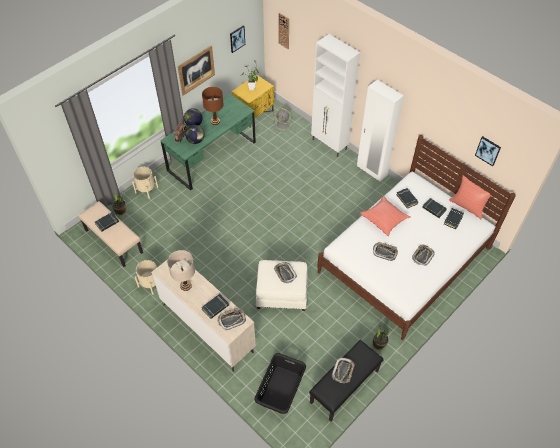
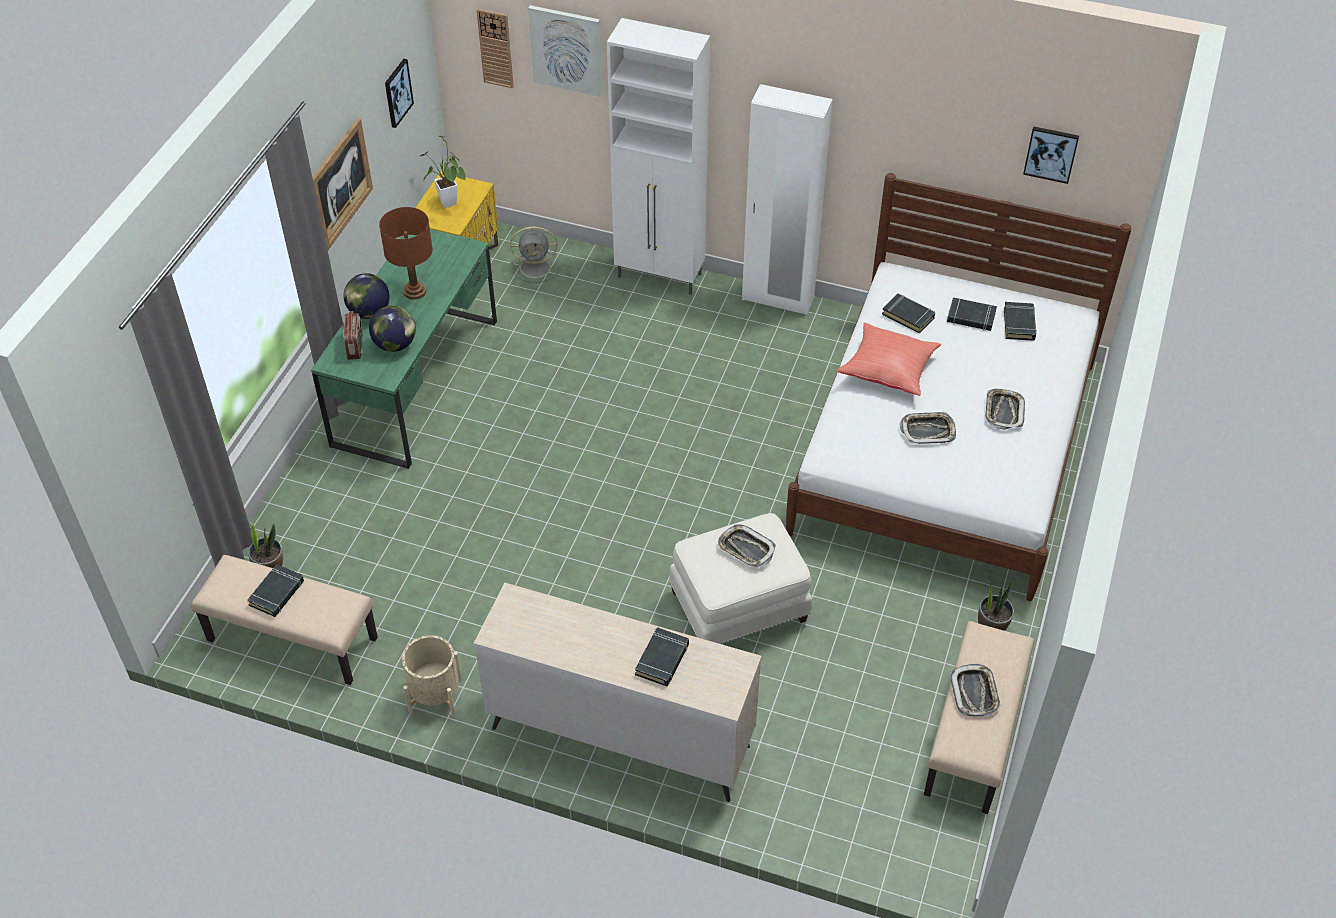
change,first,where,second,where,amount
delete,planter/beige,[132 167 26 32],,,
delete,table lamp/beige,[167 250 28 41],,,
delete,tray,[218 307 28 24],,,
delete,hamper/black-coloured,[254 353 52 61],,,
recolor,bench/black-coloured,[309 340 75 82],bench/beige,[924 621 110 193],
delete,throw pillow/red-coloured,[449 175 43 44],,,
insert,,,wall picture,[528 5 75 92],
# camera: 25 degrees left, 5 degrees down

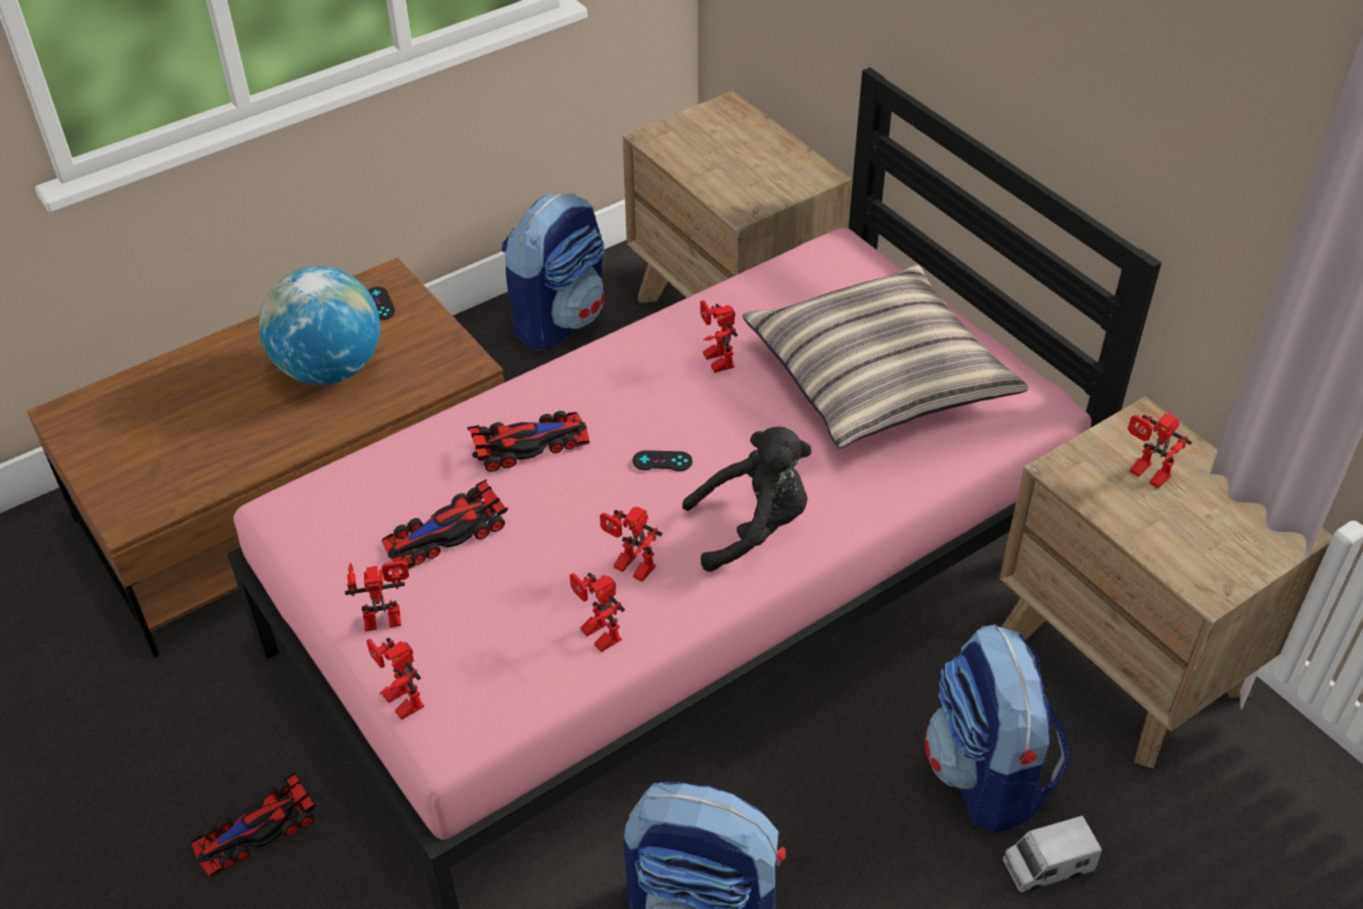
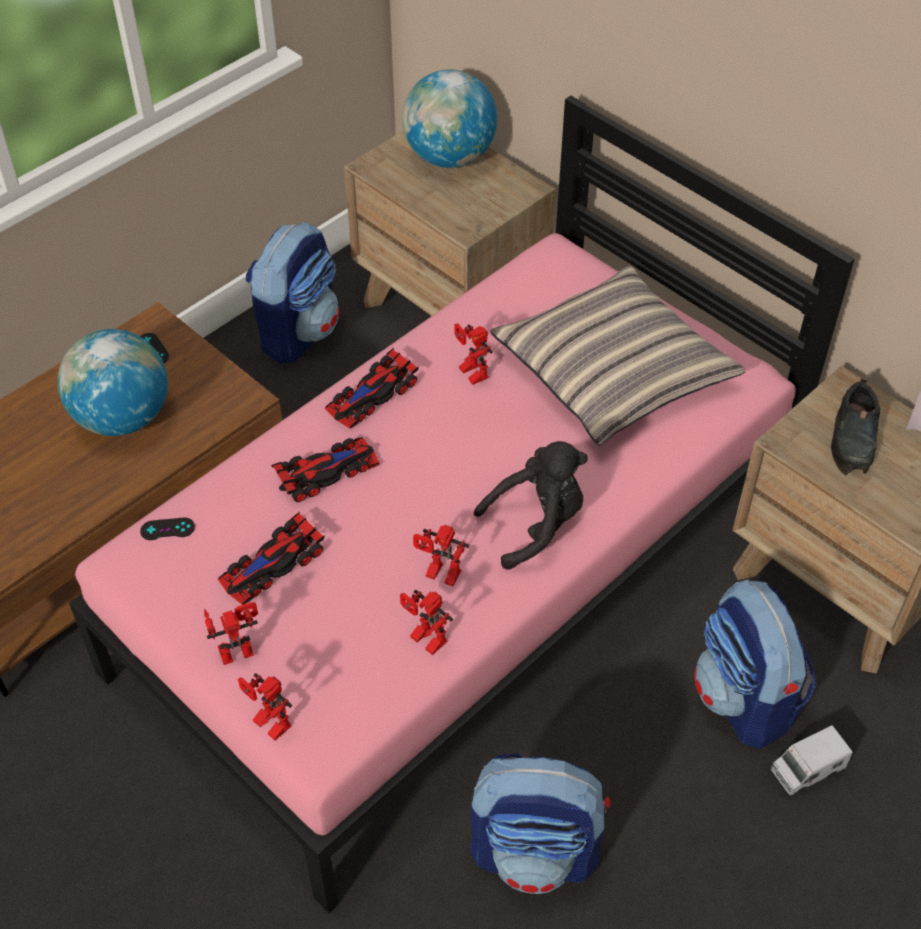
change,first,where,second,where,amount
move,miniature car,[192 772 124 105],,[325 348 94 81],
move,gamepad/black-coloured,[633 450 60 21],,[140 518 55 22],
replace,model robot,[1128 413 64 76],shoe/black-coloured,[831 378 50 97],
insert,,,world globe,[402 69 95 99],
# camera: 10 degrees left, 5 degrees up

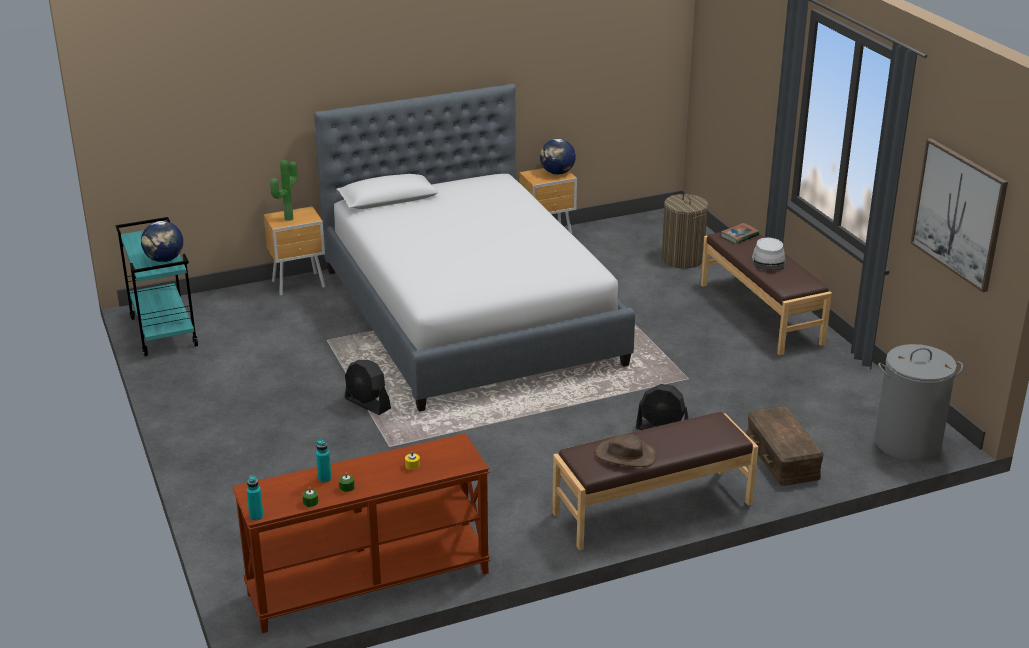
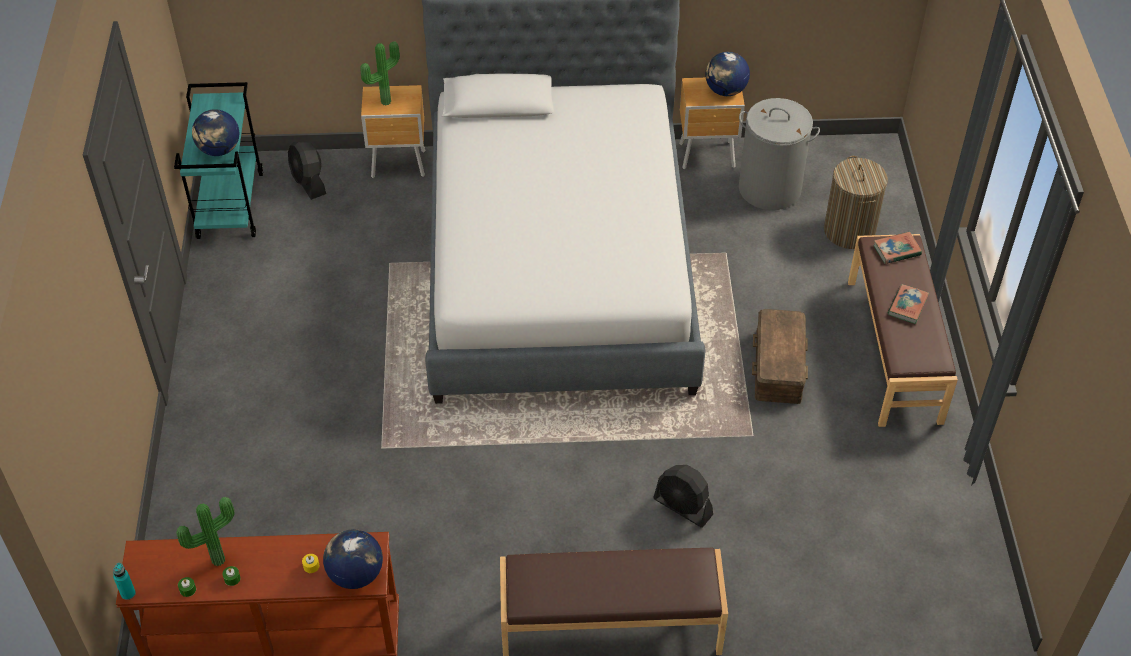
change,first,where,second,where,amount
replace,bottle/blue-green,[316 439 16 44],plant in a pot,[176 497 58 69],
move,electric fan/black-coloured,[345 360 46 55],,[288 142 38 58],
delete,wearable hat/brown,[594 434 63 33],,,
move,storage container/brown,[746 406 78 80],,[752 309 56 95],
replace,wearable hat/gray,[752 237 33 33],volume,[888 284 41 40],
move,hamper/gray,[875 344 88 118],,[739 98 81 112],
delete,wall picture,[911 138 97 154],,,
insert,,,world globe,[323 529 60 60],
# camera: 20 degrees right, 20 degrees up

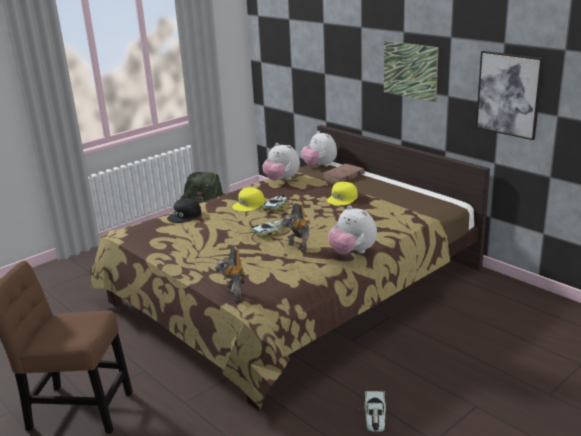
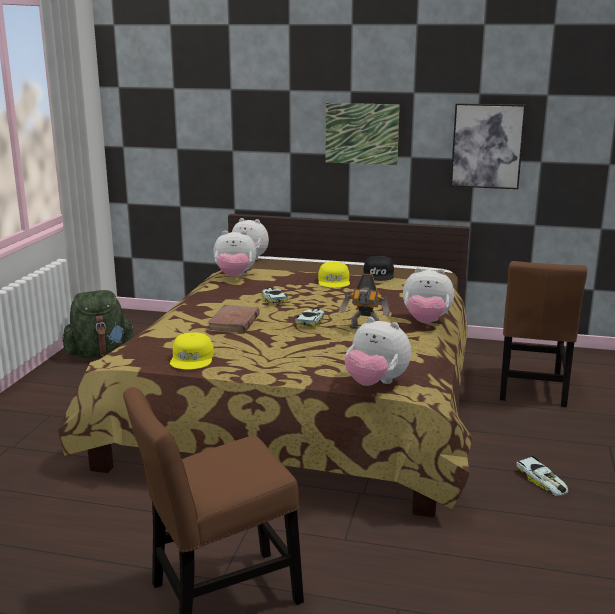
change,first,where,second,where,amount
move,peaked cap/black-coloured,[167 198 34 25],,[363 256 31 25],
replace,model robot,[215 247 30 55],soft toy,[345 317 66 69],
move,peaked cap/yellow-coloured,[232 187 33 25],,[170 332 44 37],
move,volume/brown,[322 163 43 20],,[207 305 53 29],
insert,,,upright chair/brown,[500 261 87 146],
# camera: 35 degrees left, 5 degrees down

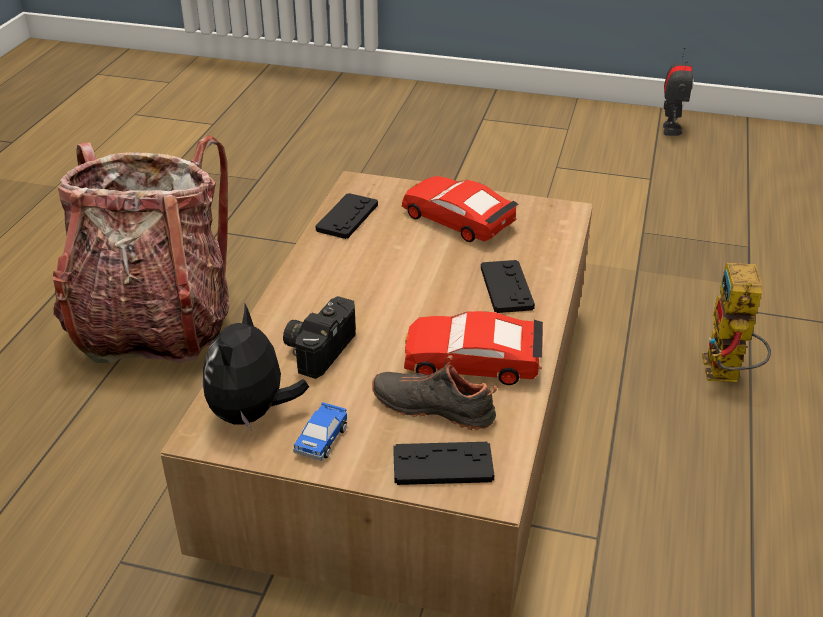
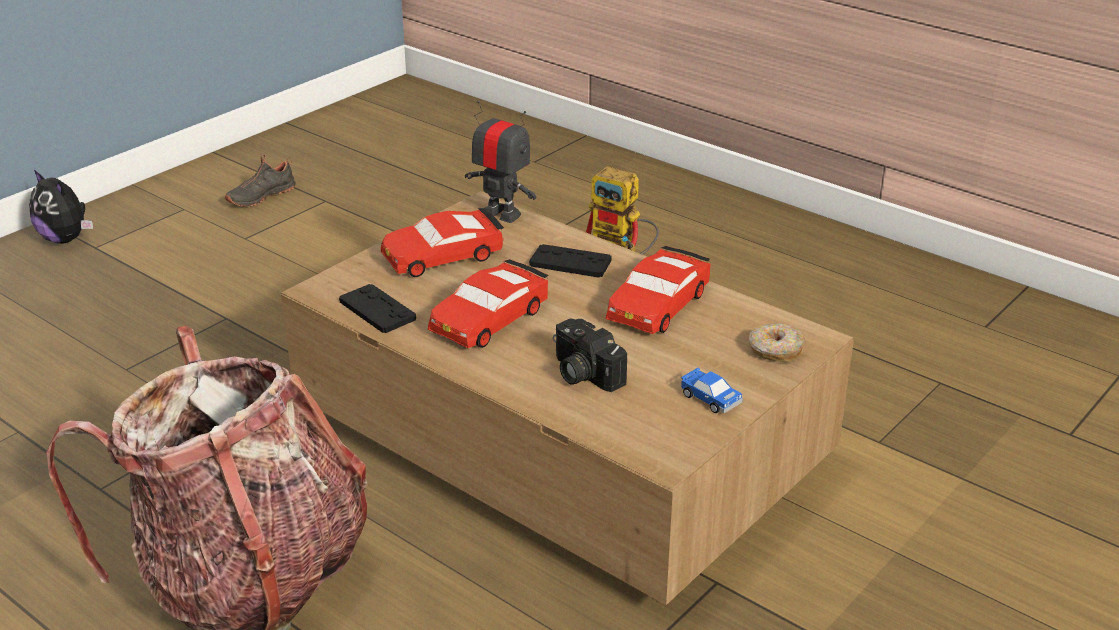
change,first,where,second,where,amount
move,soft toy,[203 304 106 127],,[29 170 64 74],
move,shoe/black-coloured,[372 355 125 75],,[225 154 71 53],
replace,gamepad/black-coloured,[393 442 101 43],doughnut,[749 323 57 39],
move,model robot,[663 47 31 89],,[465 100 72 123],
insert,,,miniature car/red-coloured,[428 259 120 89],
# camera: 65 degrees left, 5 degrees down

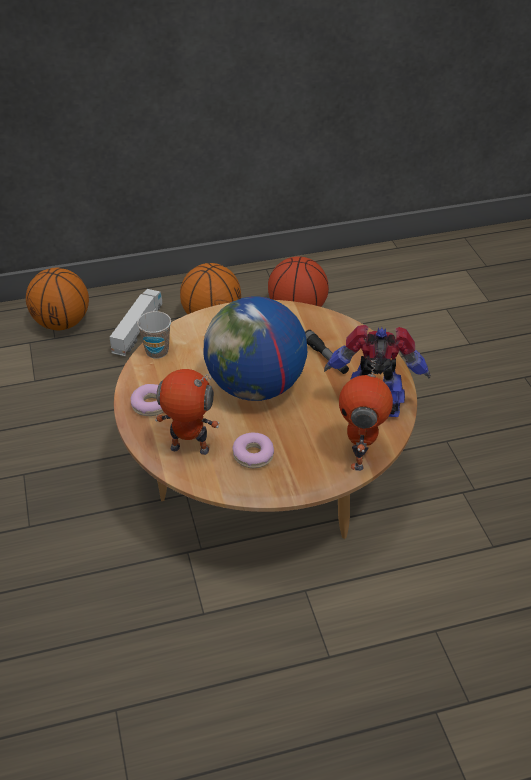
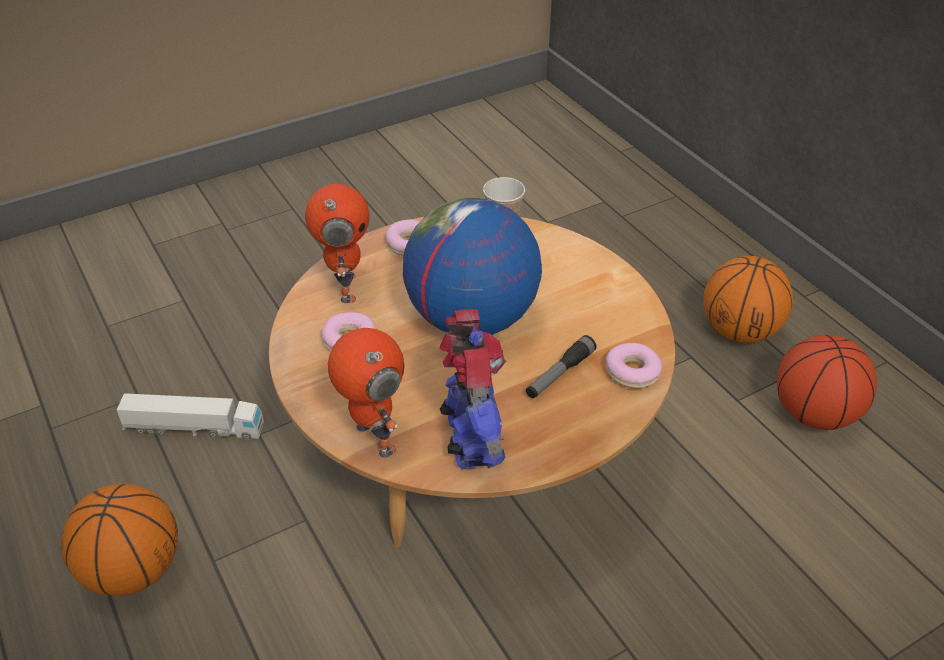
change,first,where,second,where,amount
move,basketball,[26 268 63 62],,[61 484 117 112],
move,model truck,[110 289 52 67],,[117 393 147 47],
rotate,model robot,[339 358 54 113],,[328 328 76 129],60 degrees clockwise
insert,,,doughnut,[606 343 56 45],
# camera: 75 degrees right, 0 degrees up

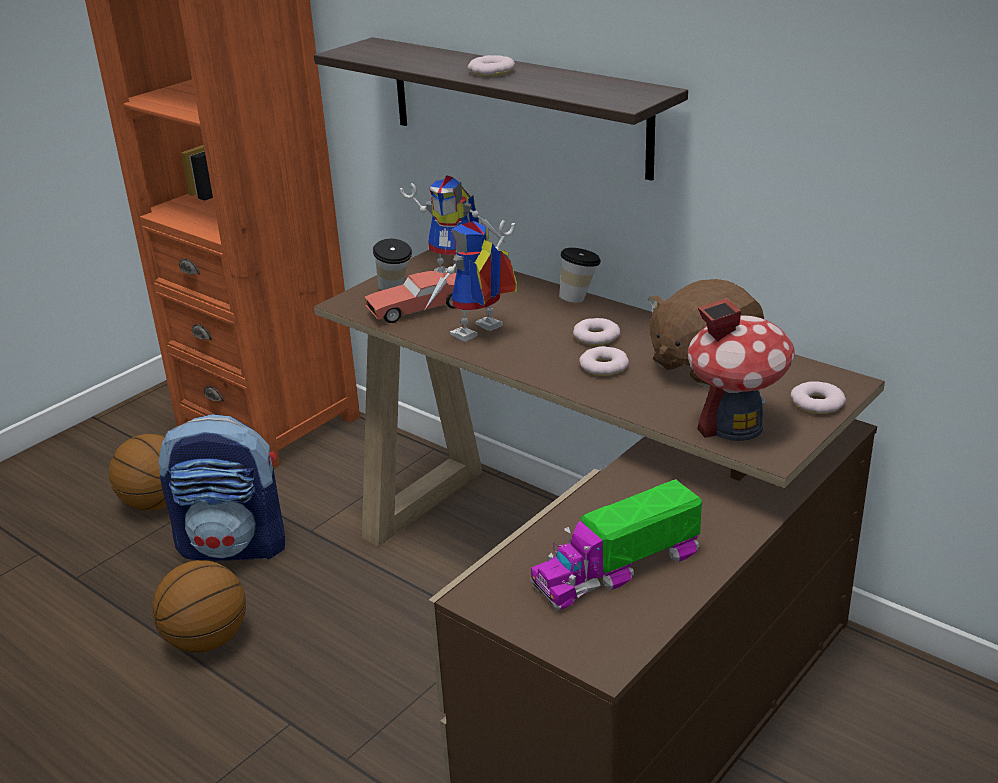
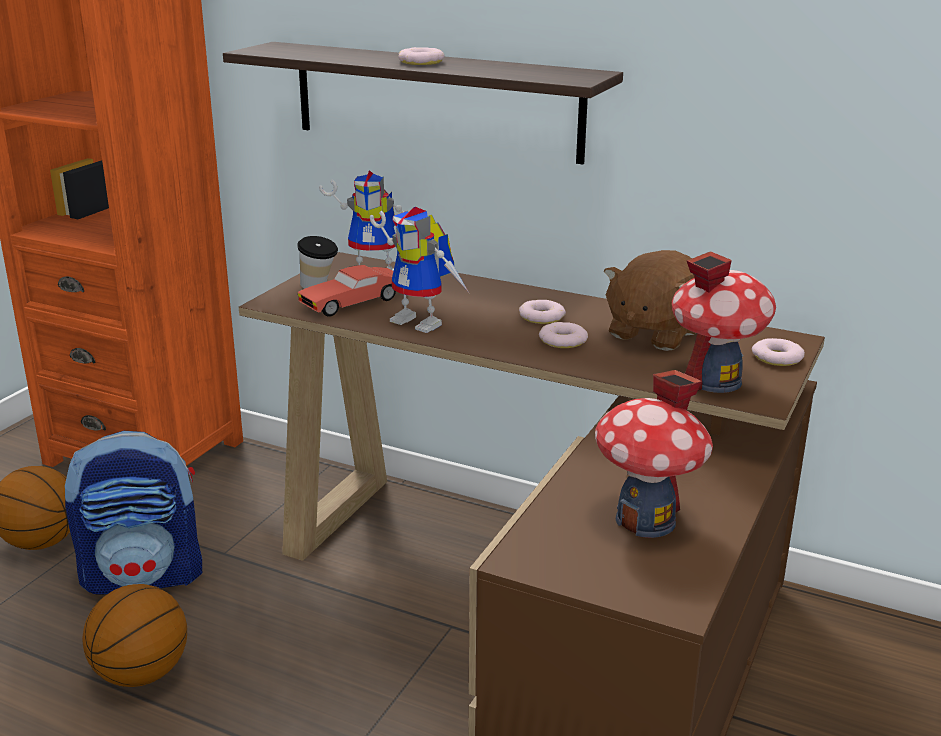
change,first,where,second,where,amount
rotate,model robot,[425 220 93 122],,[370 207 100 126],90 degrees counterclockwise
replace,model truck,[530 479 172 131],miniature house,[595 370 118 168],
delete,small cup,[559 248 42 55],,,
# camera: 15 degrees left, 5 degrees down

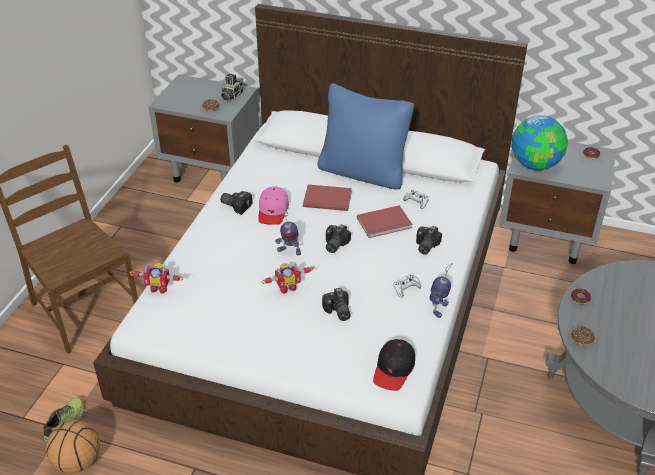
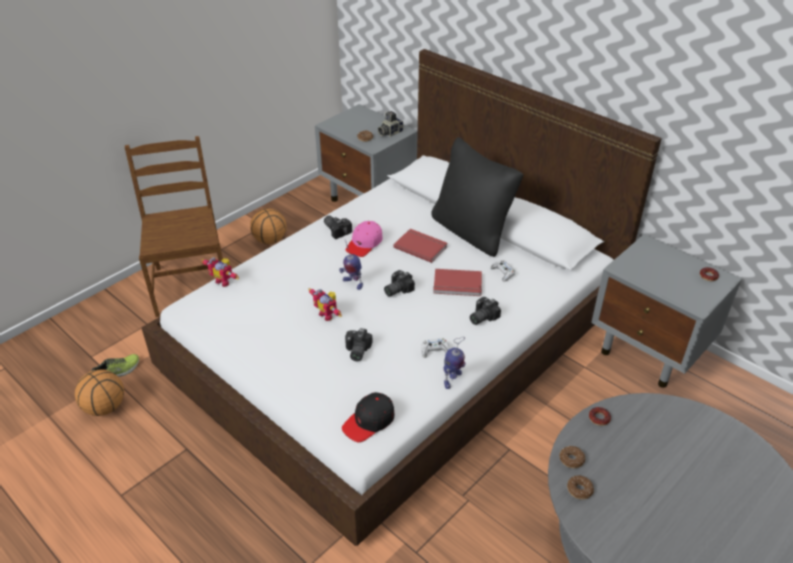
change,first,where,second,where,amount
rotate,model robot,[261 263 53 31],,[308 288 34 33],45 degrees clockwise
recolor,throw pillow/bluish,[317 83 97 107],throw pillow/black-coloured,[431 137 92 120],
delete,world globe,[511 115 57 56],,,
insert,,,basketball,[250 208 37 36],
insert,,,doughnut,[567 475 27 24],
# camera: 25 degrees right, 0 degrees up

